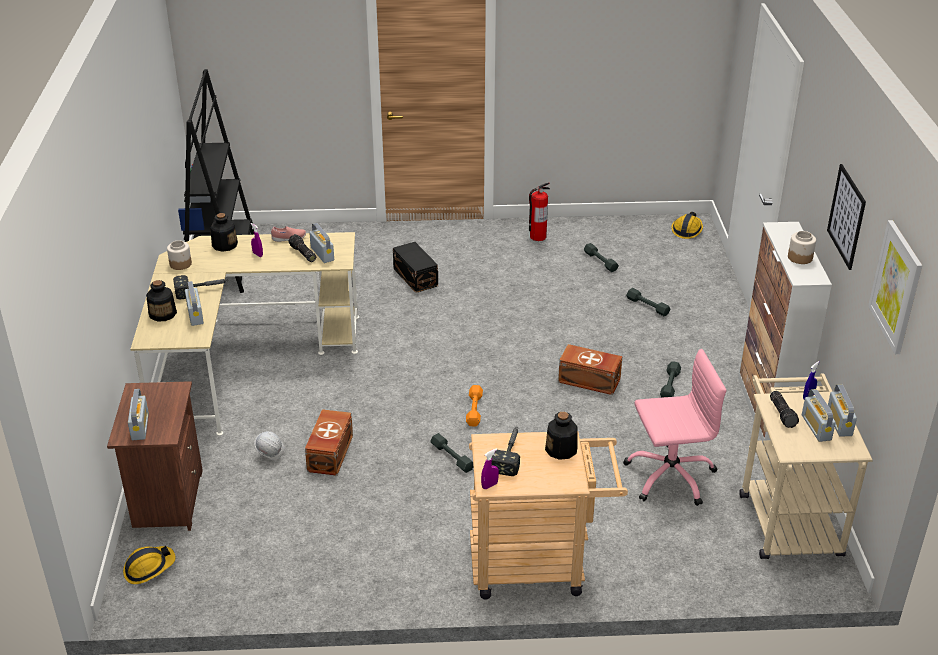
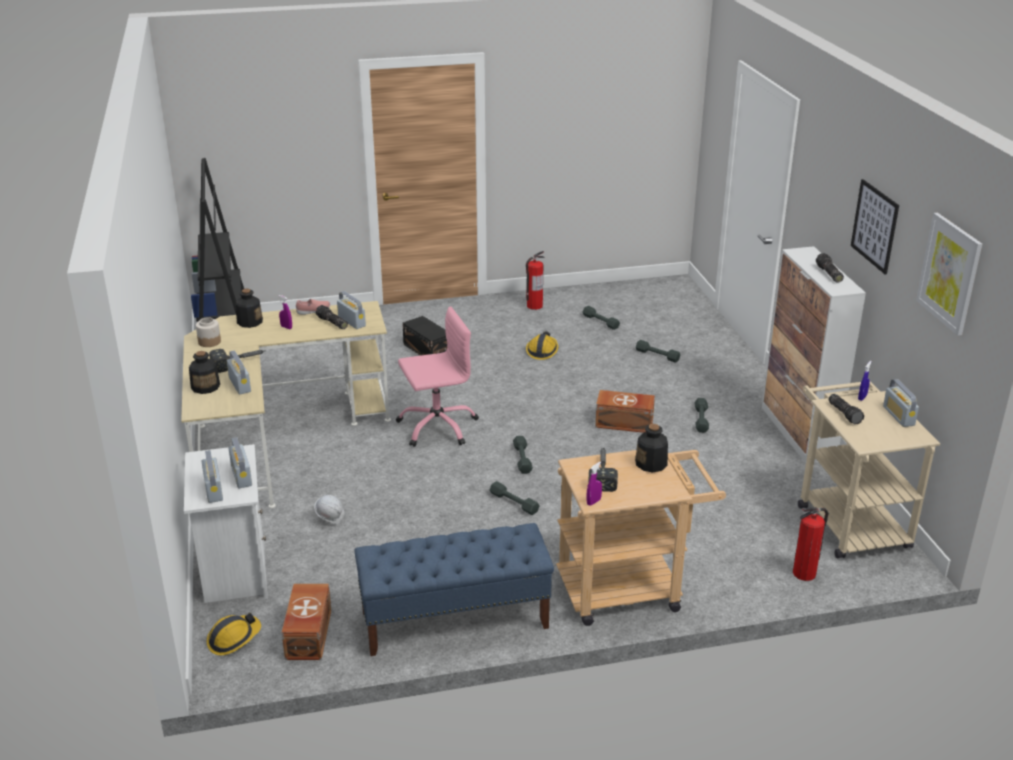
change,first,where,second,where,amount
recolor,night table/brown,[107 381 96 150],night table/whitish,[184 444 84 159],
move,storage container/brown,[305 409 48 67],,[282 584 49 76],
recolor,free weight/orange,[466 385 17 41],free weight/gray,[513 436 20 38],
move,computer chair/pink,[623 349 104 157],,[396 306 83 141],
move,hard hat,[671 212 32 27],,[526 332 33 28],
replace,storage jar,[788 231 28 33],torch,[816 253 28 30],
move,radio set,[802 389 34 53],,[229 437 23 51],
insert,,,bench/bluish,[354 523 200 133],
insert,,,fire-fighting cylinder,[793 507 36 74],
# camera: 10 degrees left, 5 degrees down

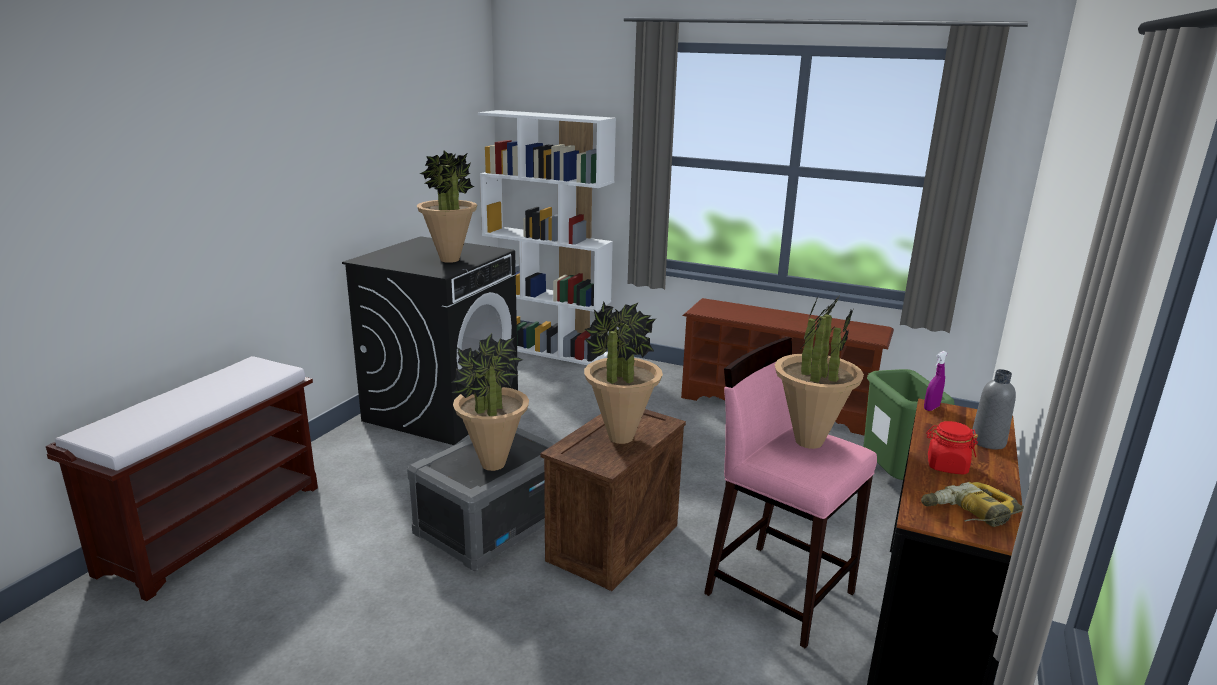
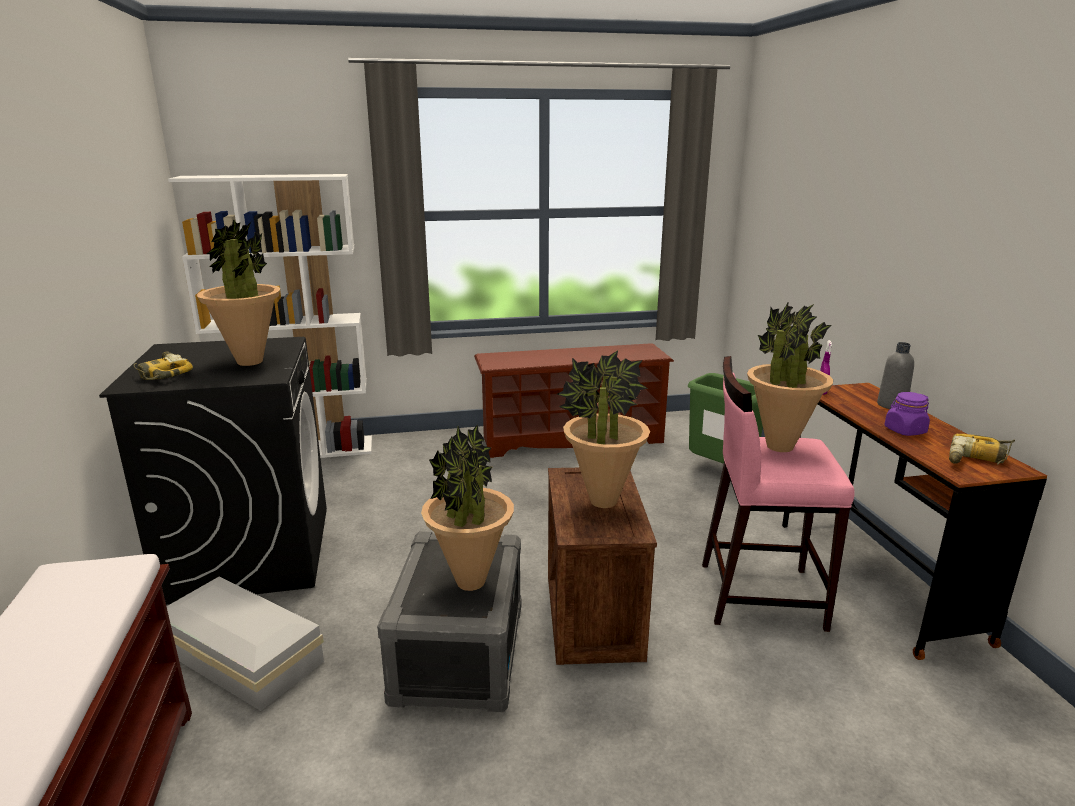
change,first,where,second,where,amount
recolor,storage jar/red-coloured,[926 421 52 54],storage jar/purple-coloured,[885 392 45 44],
insert,,,electric drill,[134 352 59 28],
insert,,,storage container/whitish,[166 577 158 134],
# camera: 35 degrees left, 0 degrees up

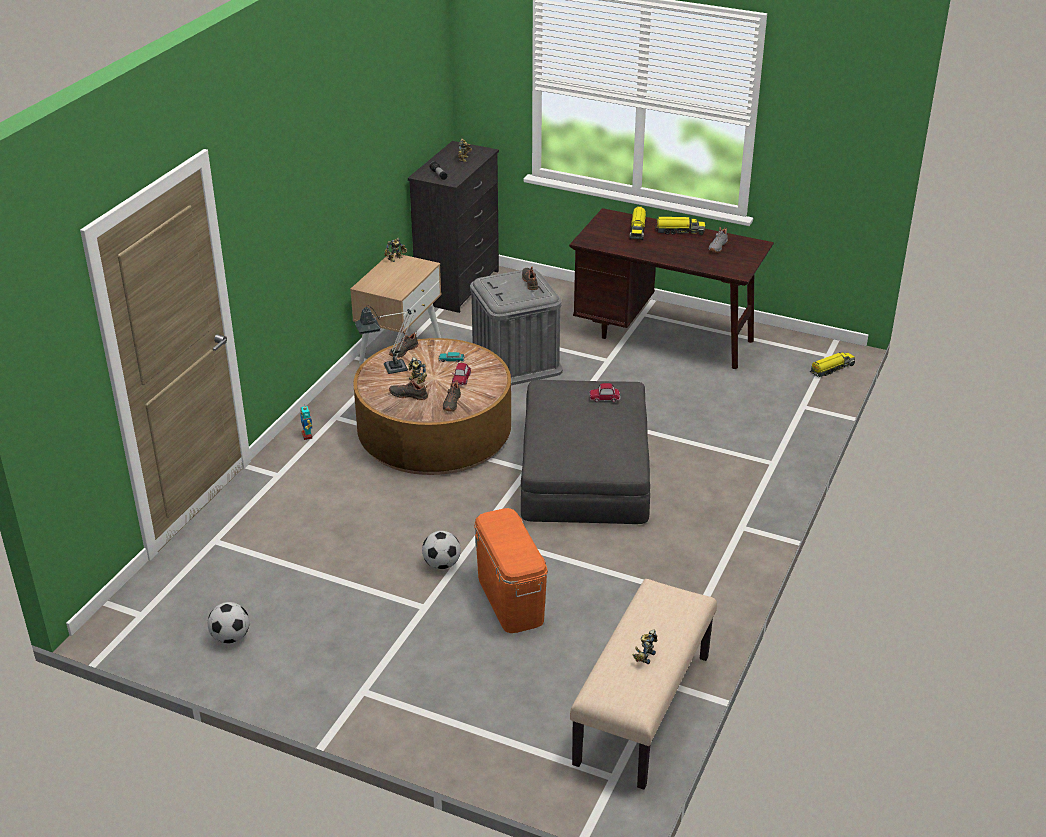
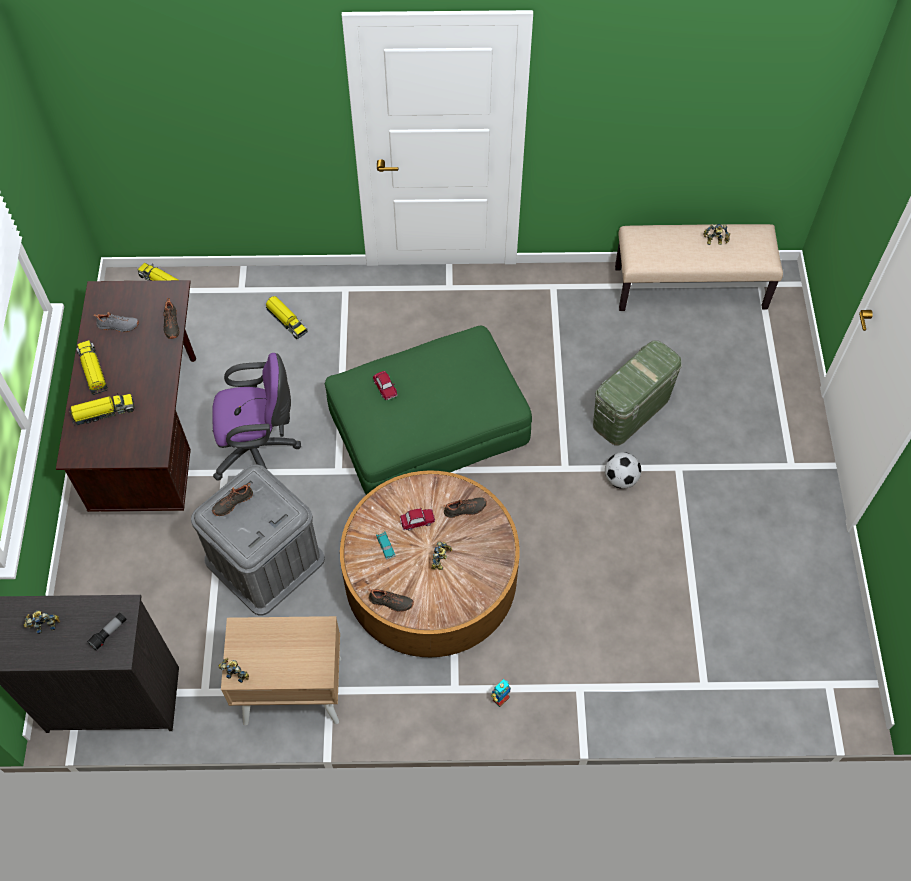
change,first,where,second,where,amount
delete,football ball,[208 602 41 42],,,
delete,table lamp,[355 305 61 69],,,
move,shoe/black-coloured,[389 378 39 23],,[163 298 17 41],
recolor,storage container/orange,[474 508 74 125],storage container/greenish,[593 340 89 105],
recolor,pouffe/gray,[521 380 129 144],pouffe/greenish,[325 325 207 170],
insert,,,computer chair/purple-coloured,[212 353 89 128],
insert,,,model truck,[266 296 42 43],
# camera: 115 degrees left, 25 degrees up

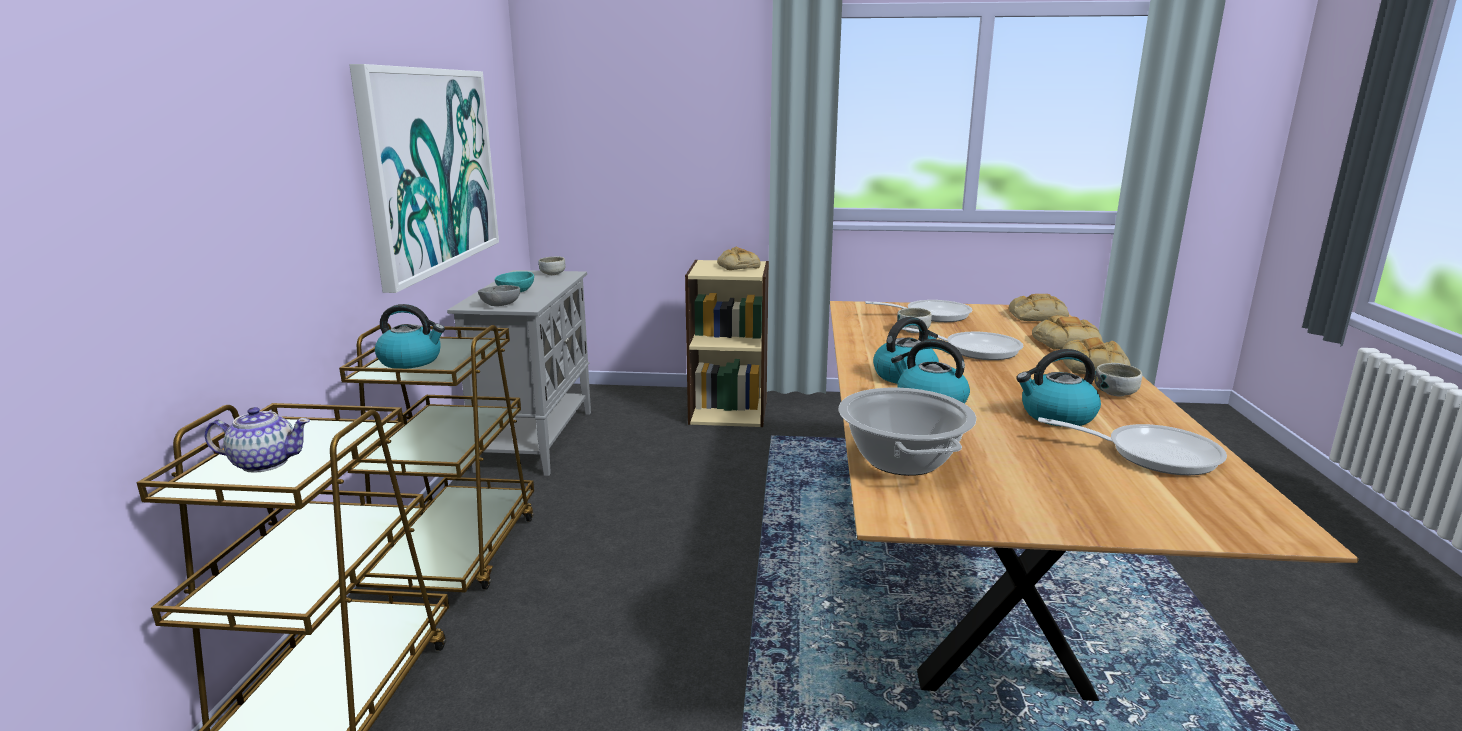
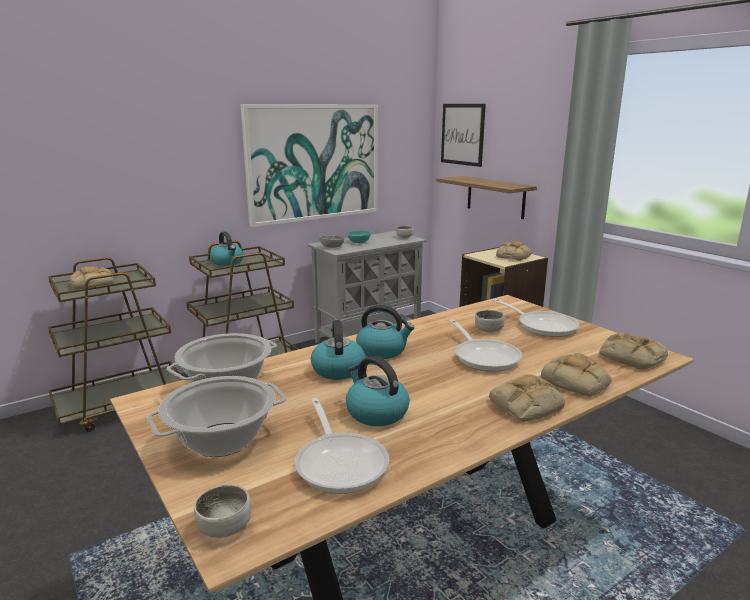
change,first,where,second,where,amount
replace,pot for tea,[205 407 105 66],baked bread,[69 266 45 24],
move,deep dish,[1095 363 47 34],,[194 484 57 54],
insert,,,saucepot,[147 376 139 81],
insert,,,bracket shelf,[436 176 101 43],
insert,,,wall picture,[441 104 45 63],
# camera: 50 degrees right, 0 degrees up

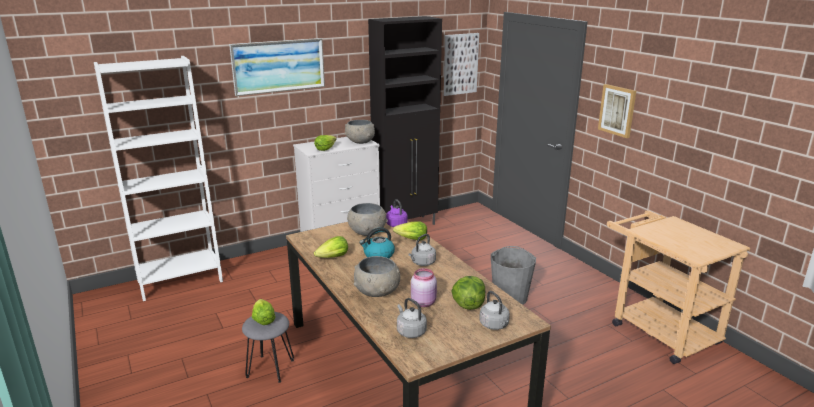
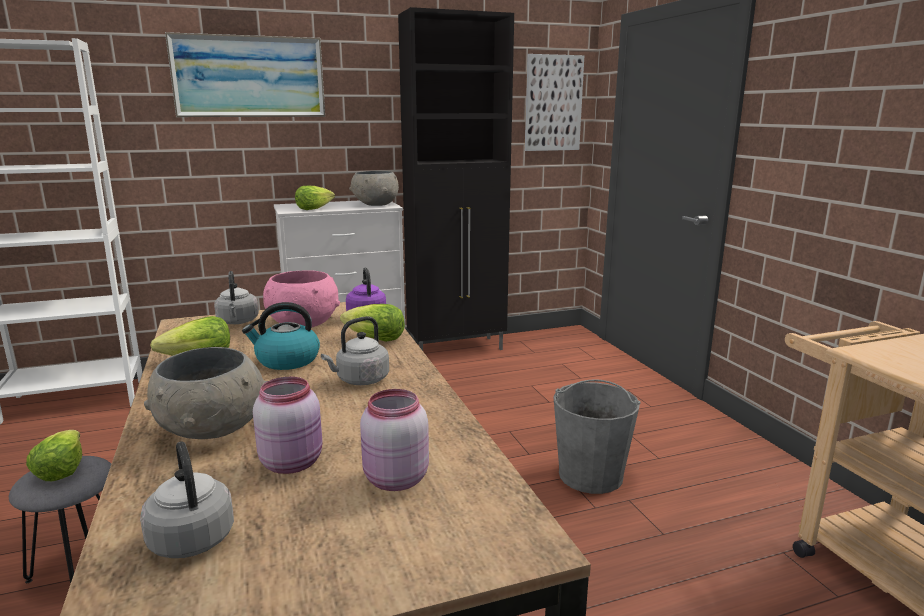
change,first,where,second,where,amount
recolor,deep dish/gray,[347 203 41 33],deep dish/pink,[263 270 77 58],
replace,lettuce head,[452 276 33 34],storage jar/pink,[360 389 69 102],
move,water kettle/gray,[479 291 31 39],,[214 271 45 53],
delete,wall picture,[598 84 38 54],,,
# camera: 10 degrees right, 5 degrees down

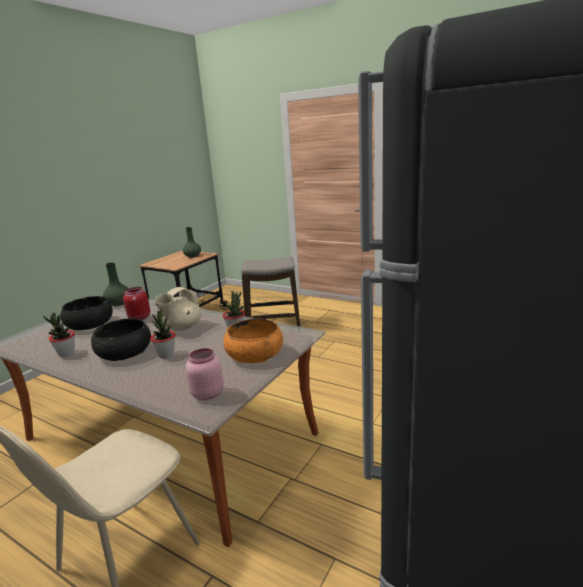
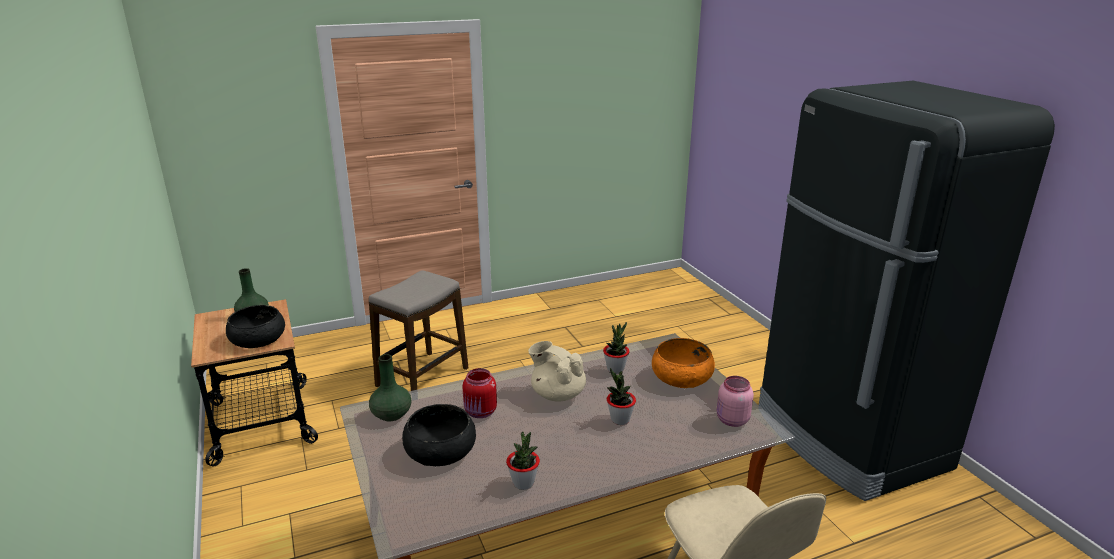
change,first,where,second,where,amount
move,deep dish/black-coloured,[91 318 60 43],,[226 305 59 43],
rotate,pot for tea/beige,[154 287 48 44],,[528 341 58 61],150 degrees clockwise
# camera: 55 degrees left, 5 degrees up

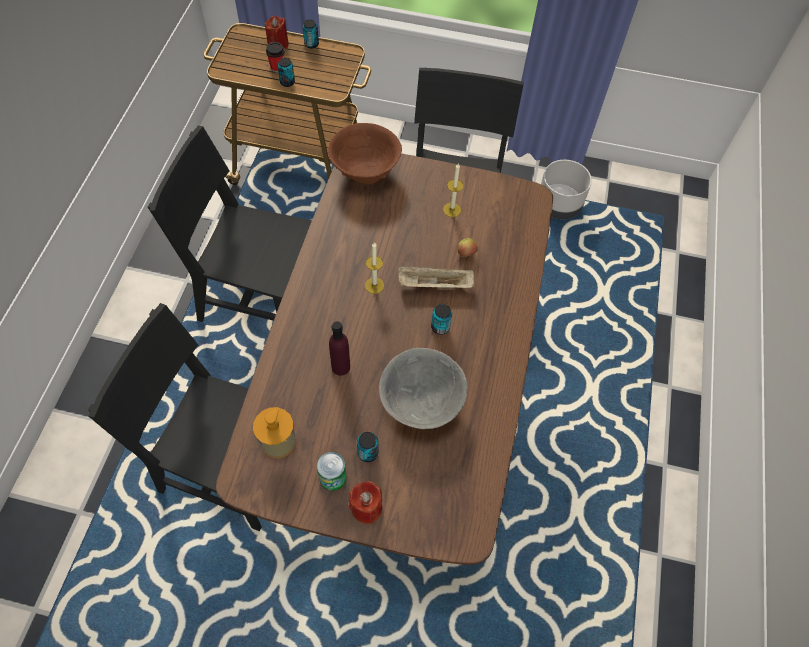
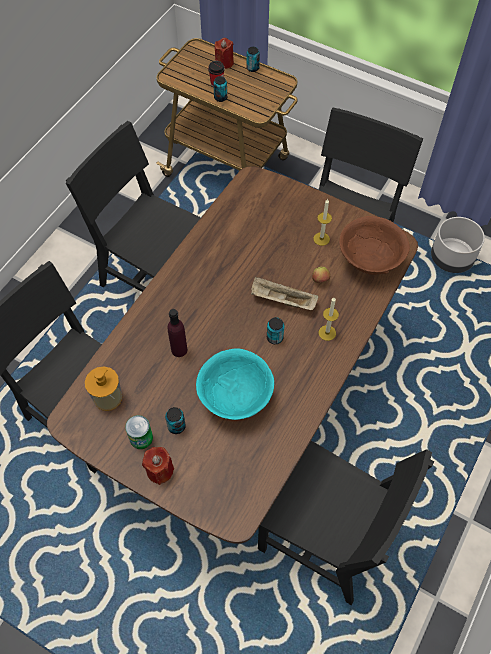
change,first,where,second,where,amount
move,deep dish/brown,[328 123 74 61],,[339 216 71 59],
move,candle,[365 242 19 52],,[319 298 20 43],
recolor,deep dish/gray,[379 348 89 81],deep dish/blue-green,[196 348 78 72],
insert,,,upright chair/black-coloured,[258 441 177 164],
# camera: 20 degrees right, 0 degrees up

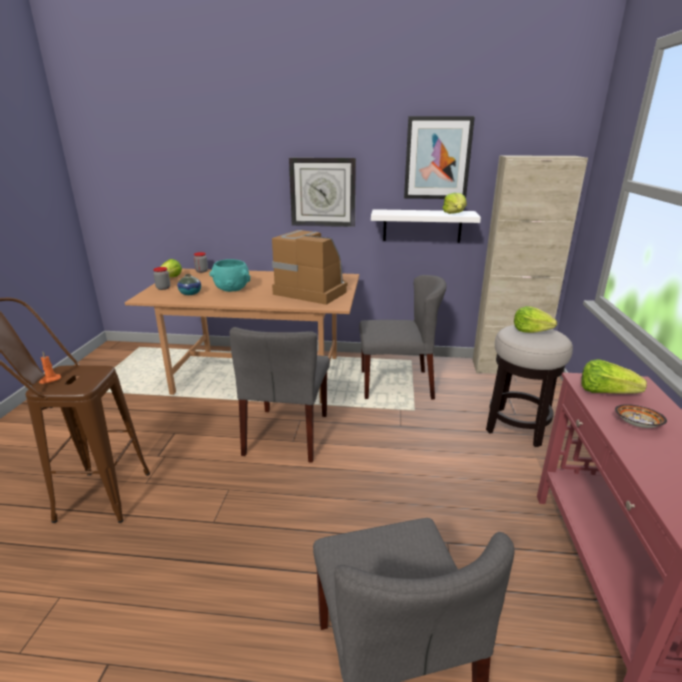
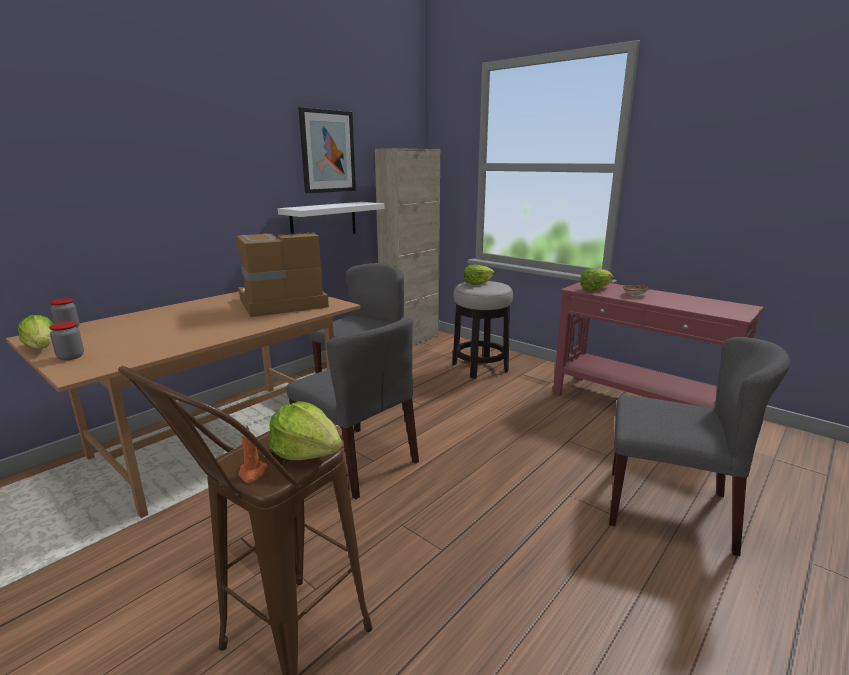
change,first,where,second,where,amount
delete,decorative vase,[177 274 24 21],,,
delete,deep dish/blue-green,[209 259 41 33],,,
delete,hanging clock,[289 157 67 70],,,
move,lettuce head,[443 193 24 21],,[269 401 73 59],
# camera: 55 degrees left, 5 degrees down

